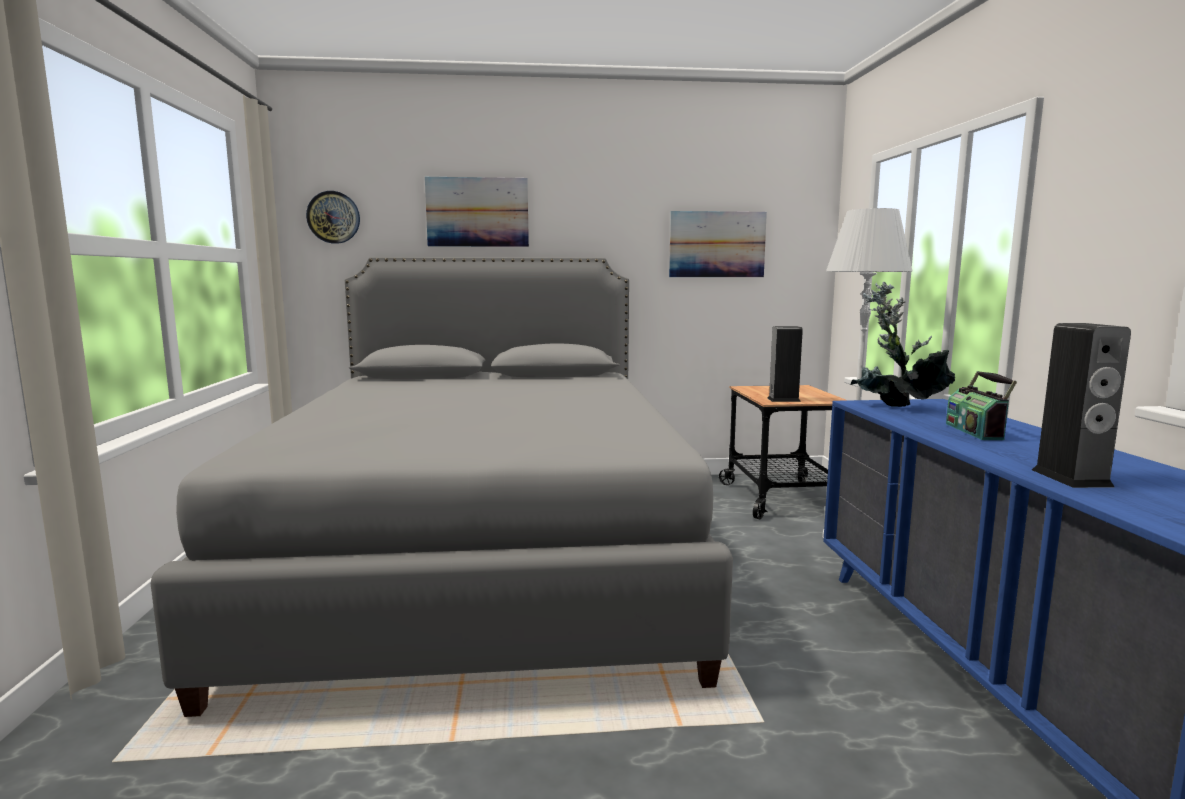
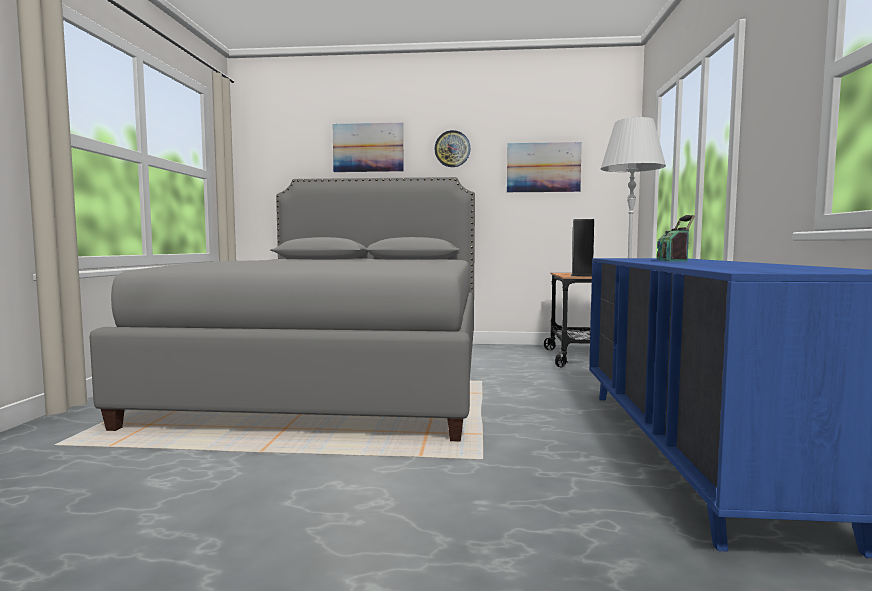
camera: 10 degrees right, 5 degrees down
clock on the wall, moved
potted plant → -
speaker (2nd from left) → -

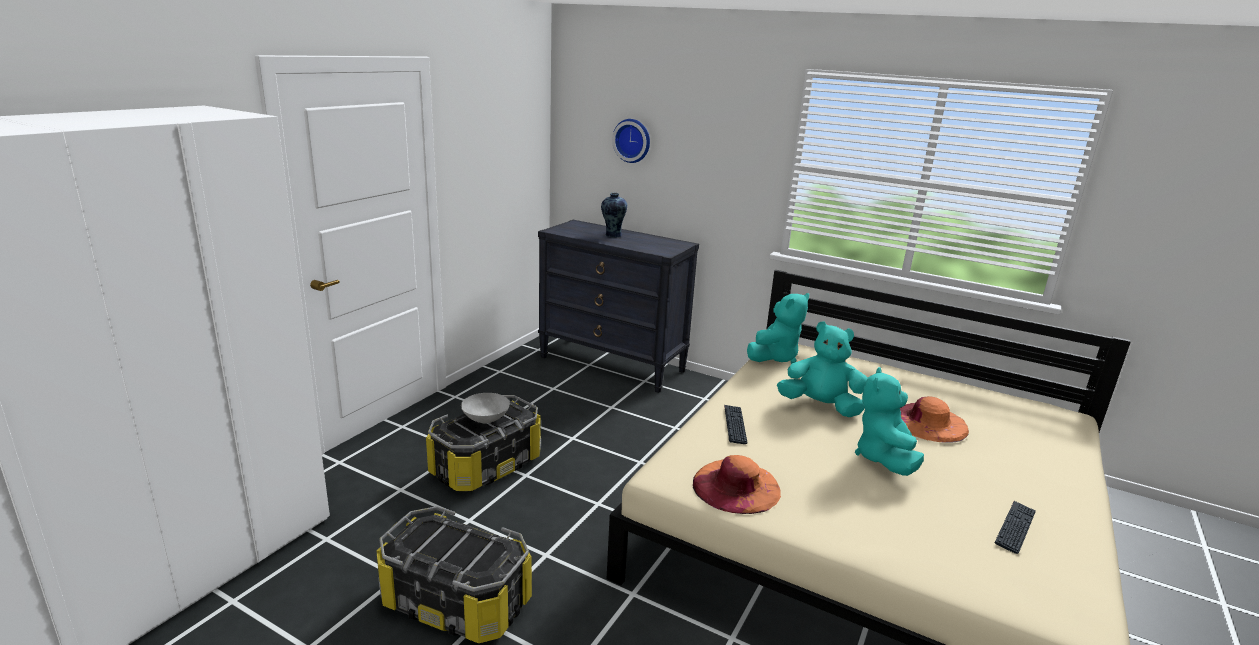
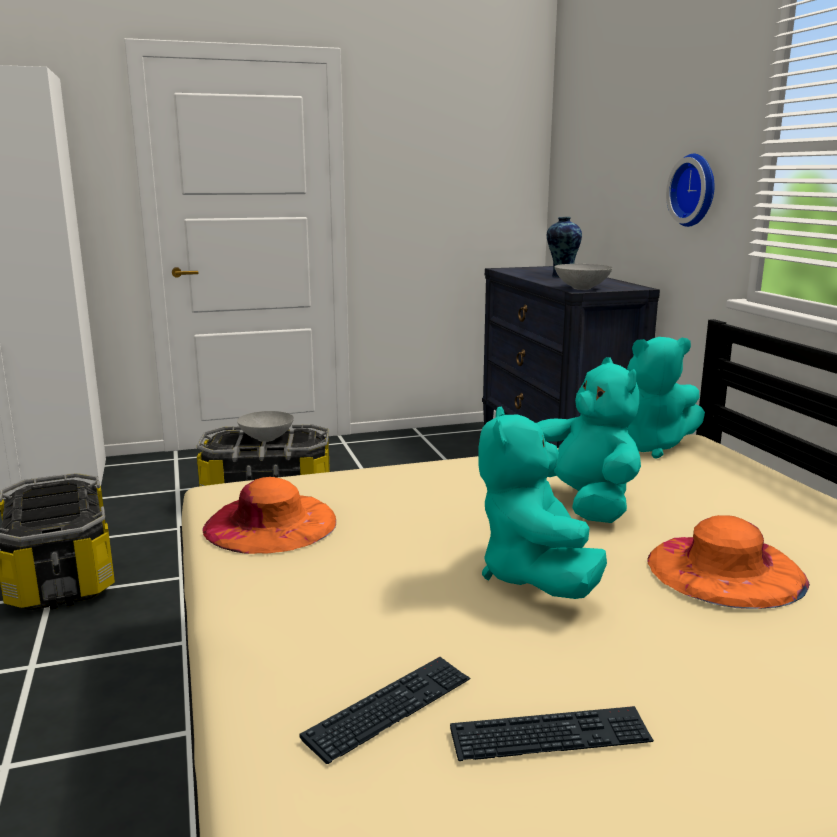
camera: 45 degrees right, 5 degrees down
computer keyboard (1st from left), moved
turquoise-coloured plush toy (3rd from left in the first image) → turquoise-coloured plush toy (1st from left), 60 degrees counterclockwise
- → gray serving bowl (2nd from left)
clock on the wall, moved

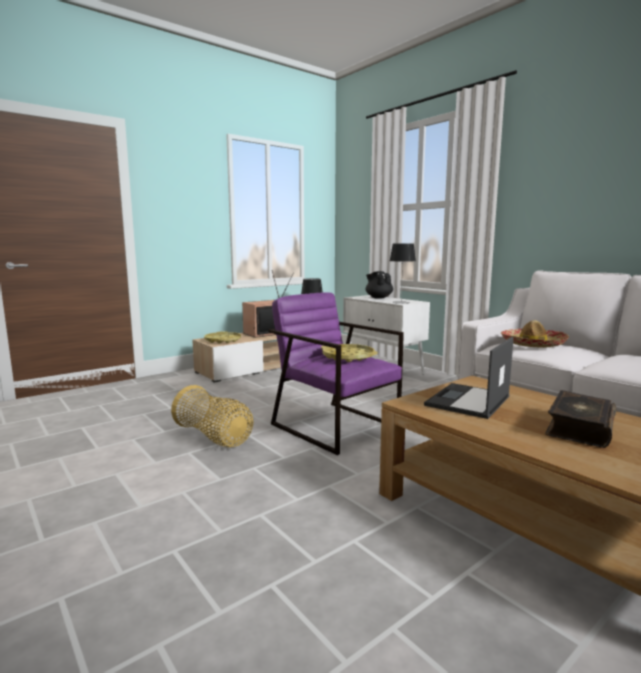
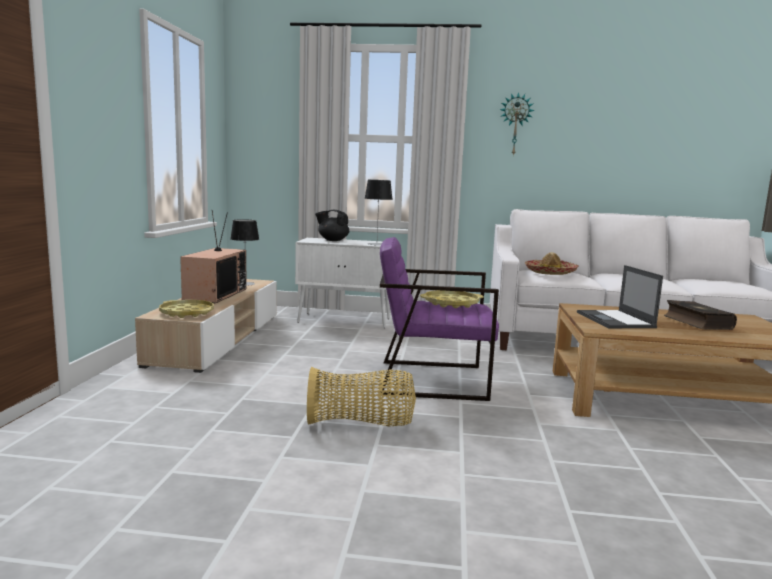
camera: 45 degrees left, 0 degrees up
- → clock on the wall

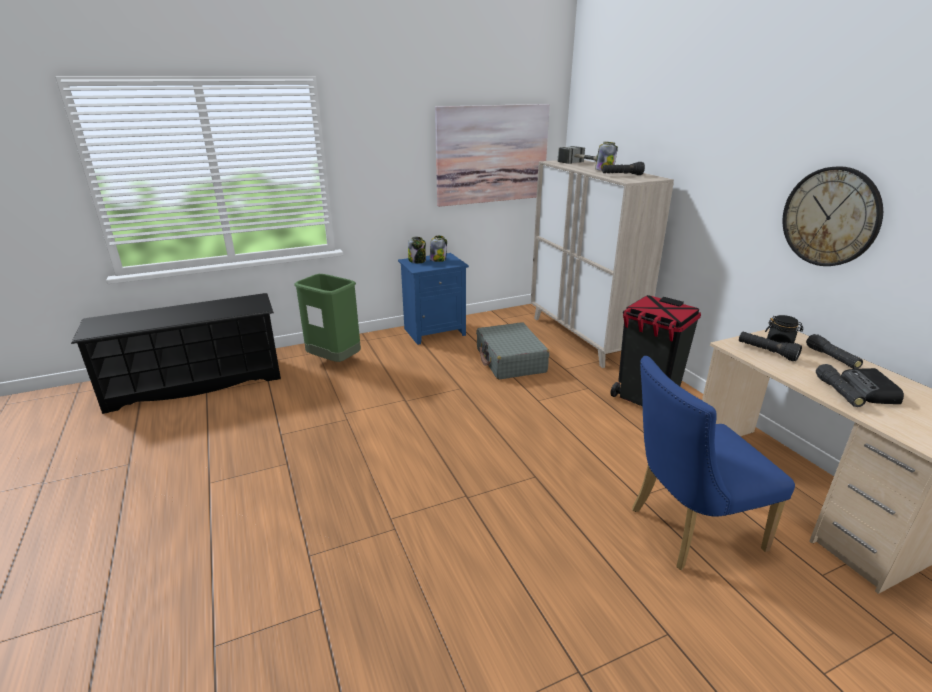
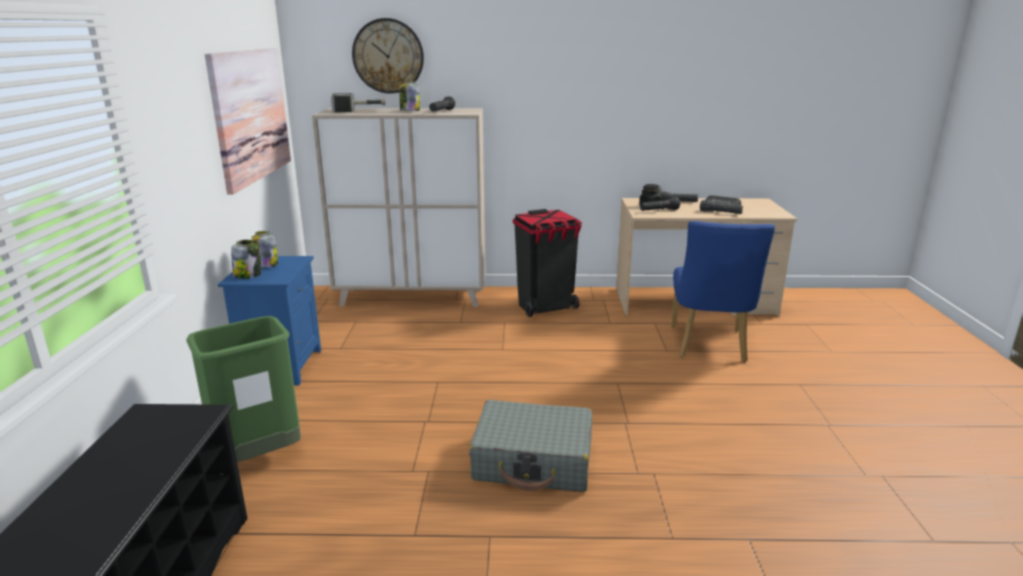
camera: 65 degrees left, 5 degrees down
clock on the wall, moved
gray piece of luggage, moved

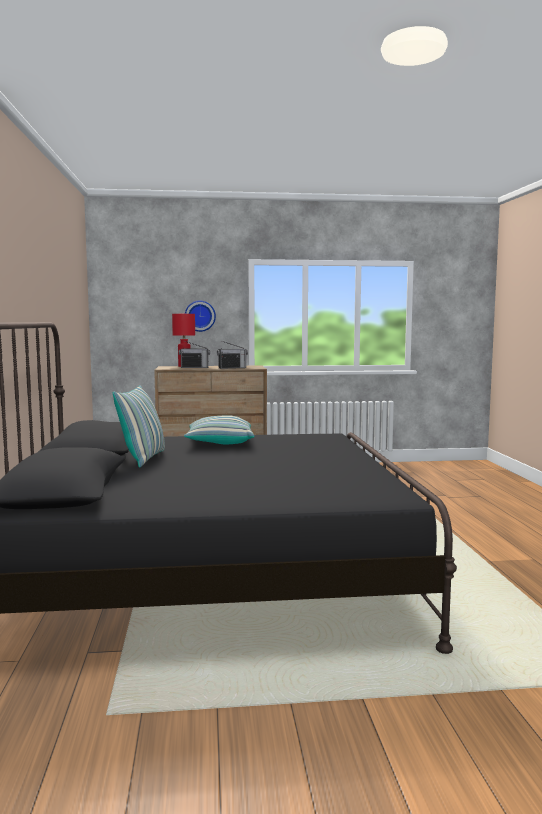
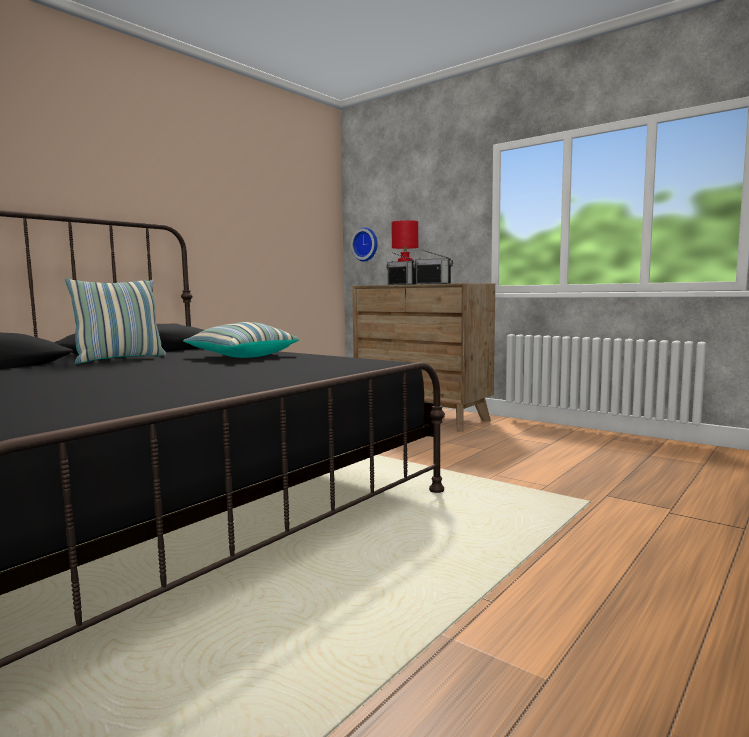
camera: 45 degrees right, 0 degrees up
clock on the wall, moved

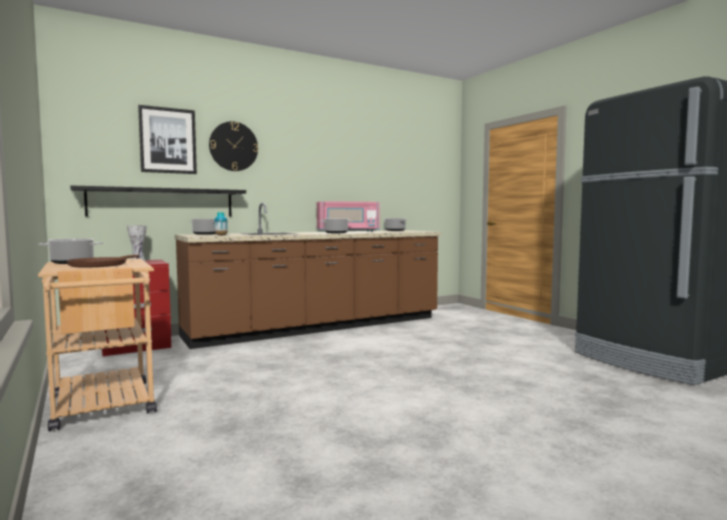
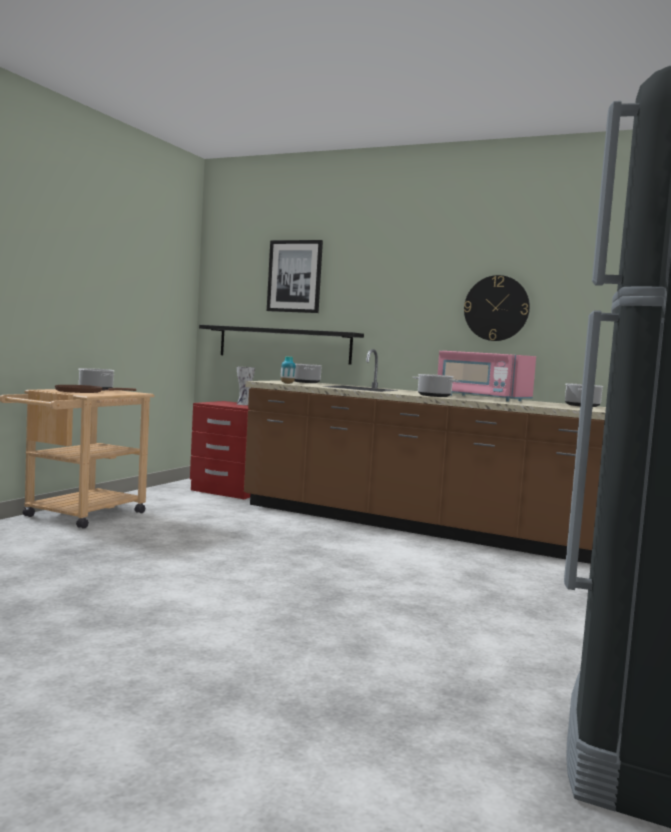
camera: 55 degrees right, 0 degrees up
clock on the wall, moved

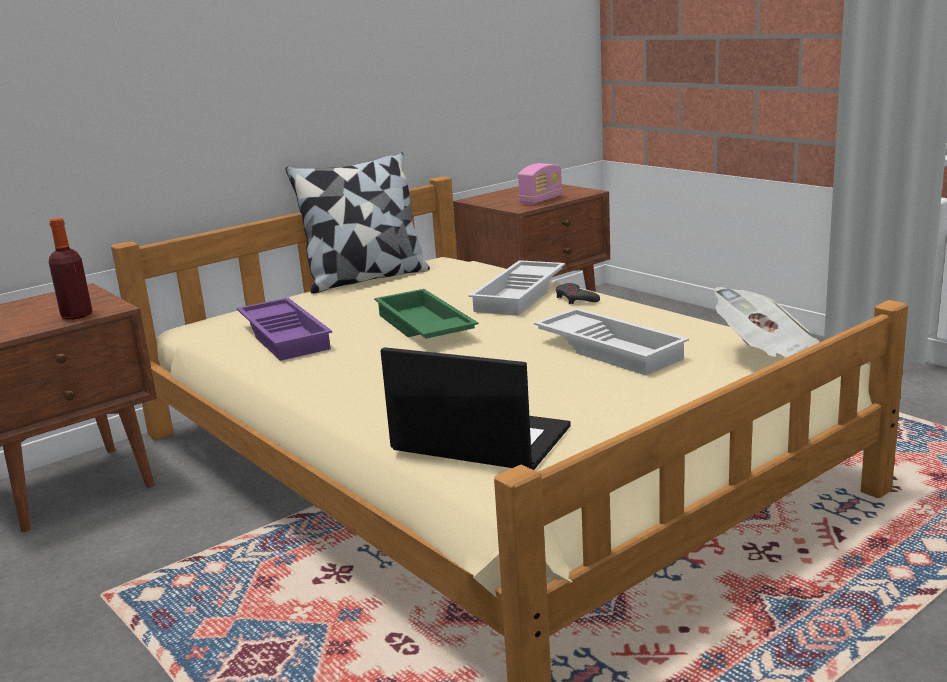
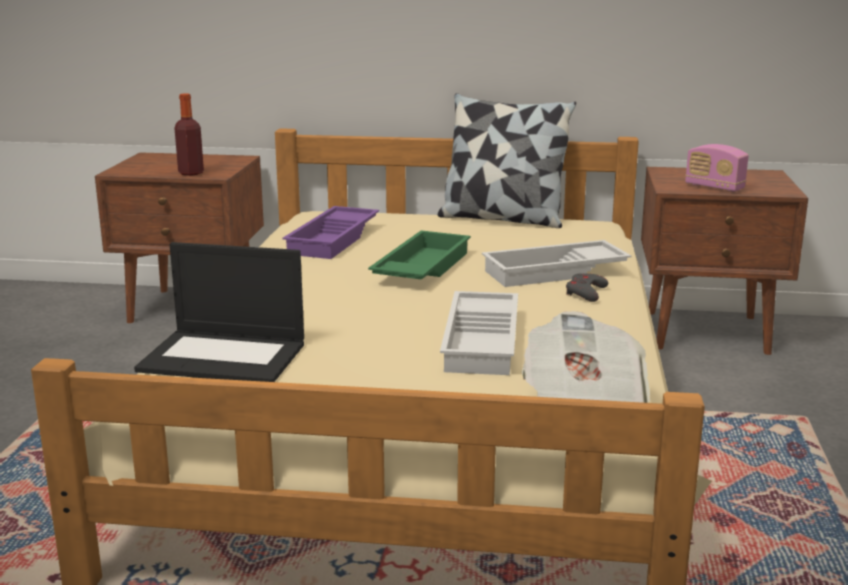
camera: 45 degrees right, 0 degrees up
notebook computer, 120 degrees clockwise
radio, 45 degrees clockwise

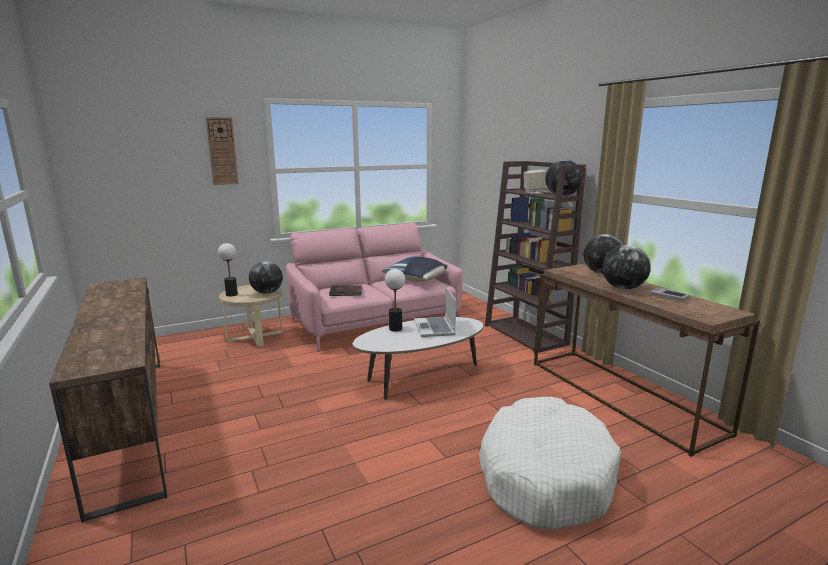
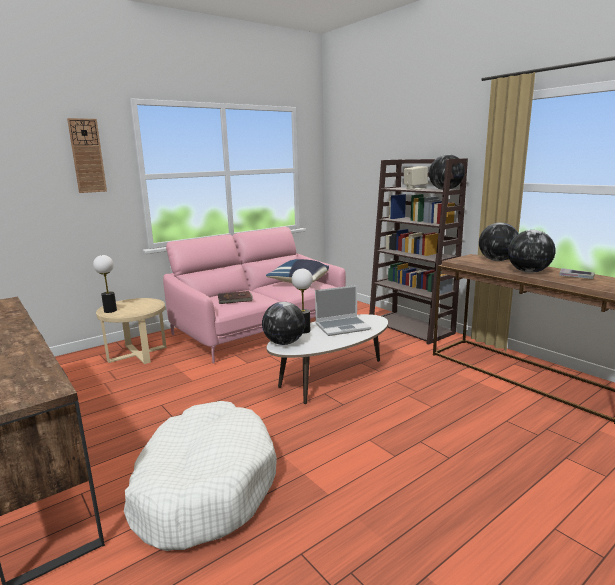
camera: 10 degrees left, 0 degrees up
white-coloured pet bed, moved
globe (1st from left), moved
notebook computer, 90 degrees counterclockwise

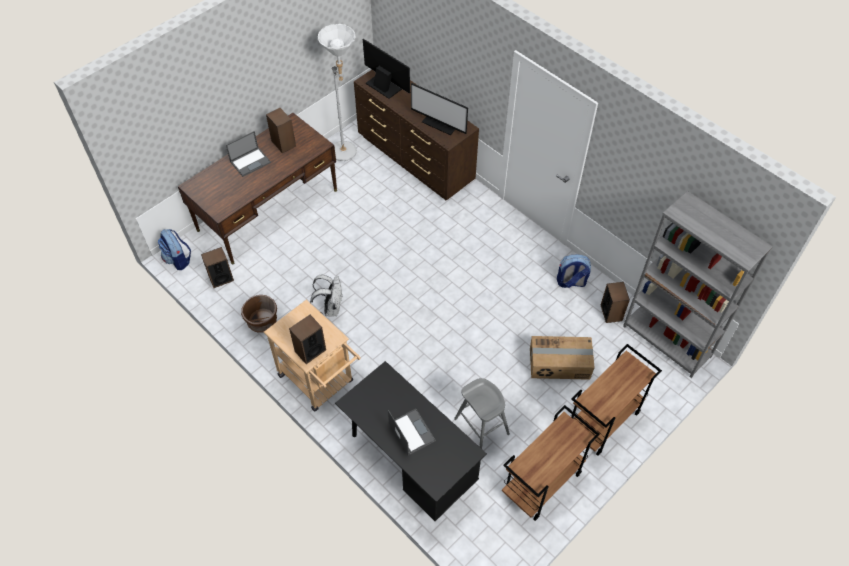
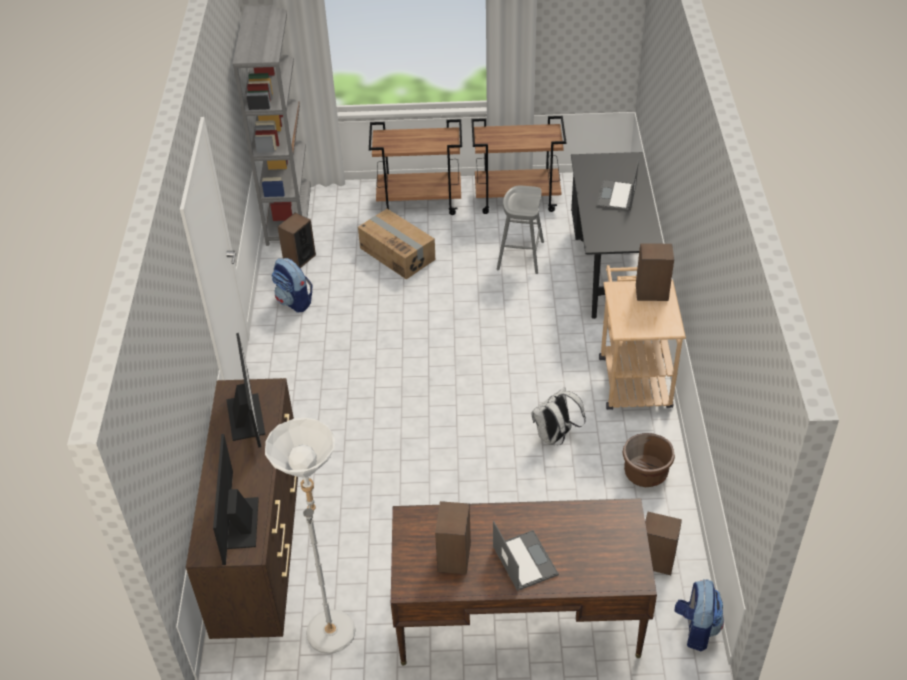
camera: 135 degrees left, 10 degrees down
notebook computer (1st from left), 60 degrees clockwise

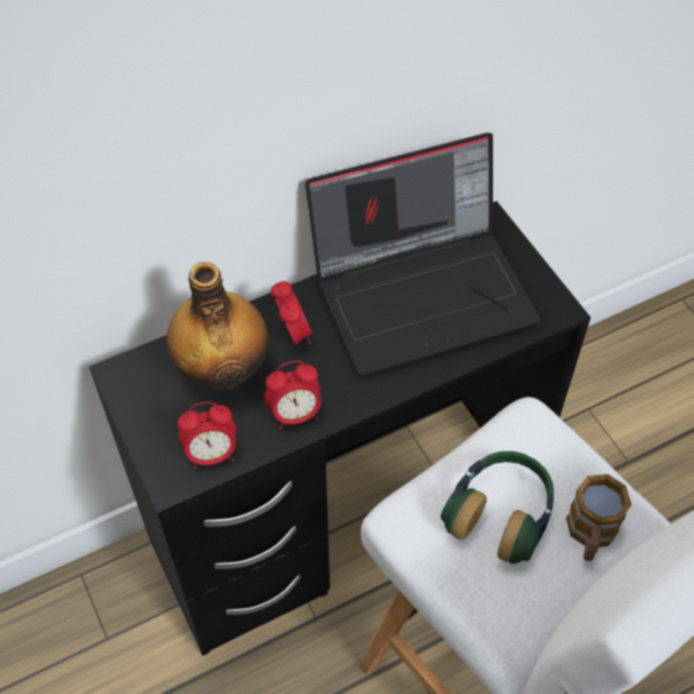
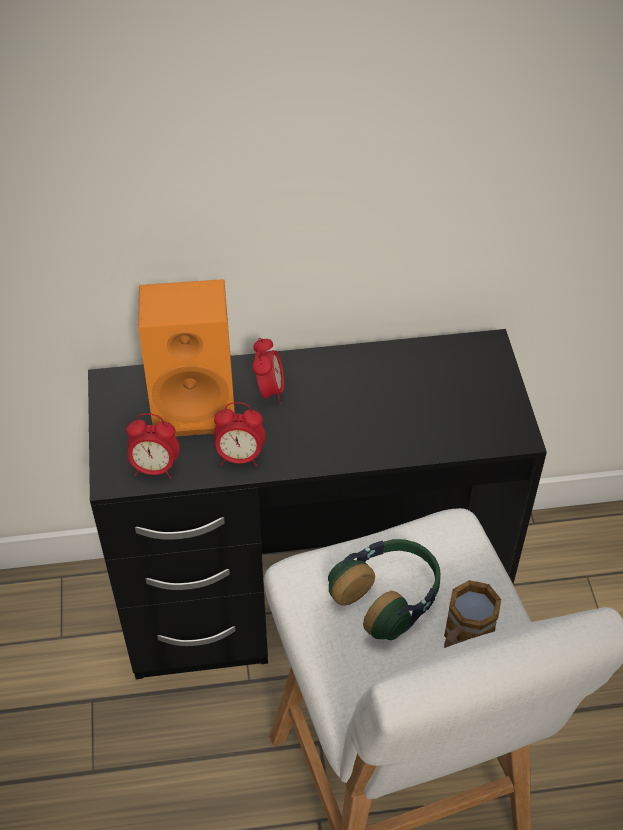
camera: 20 degrees right, 5 degrees down
beverage bottle → orangey speaker
notebook computer → -

